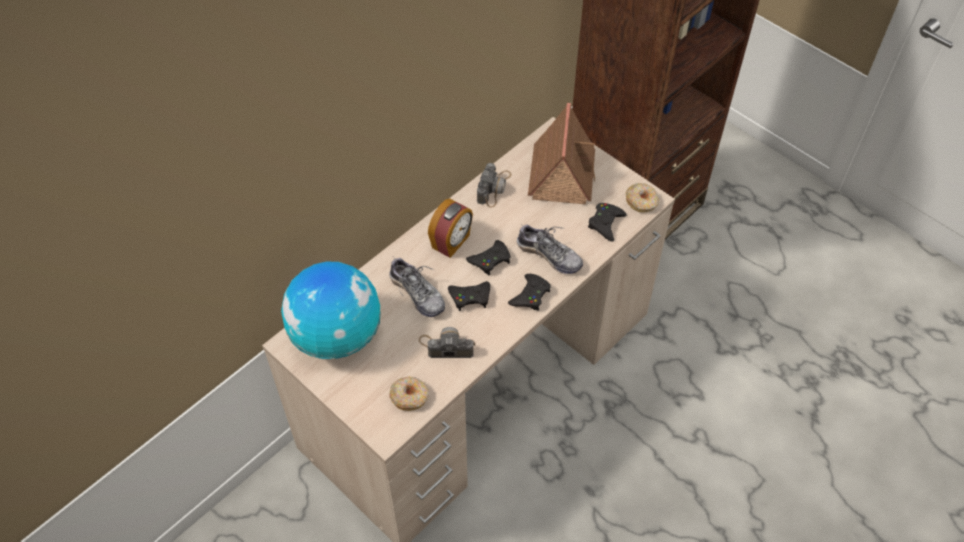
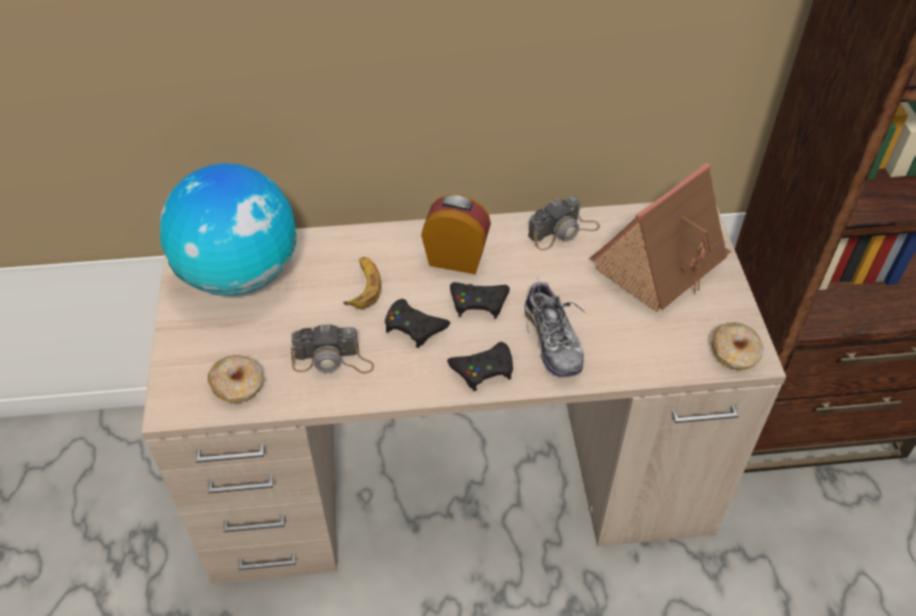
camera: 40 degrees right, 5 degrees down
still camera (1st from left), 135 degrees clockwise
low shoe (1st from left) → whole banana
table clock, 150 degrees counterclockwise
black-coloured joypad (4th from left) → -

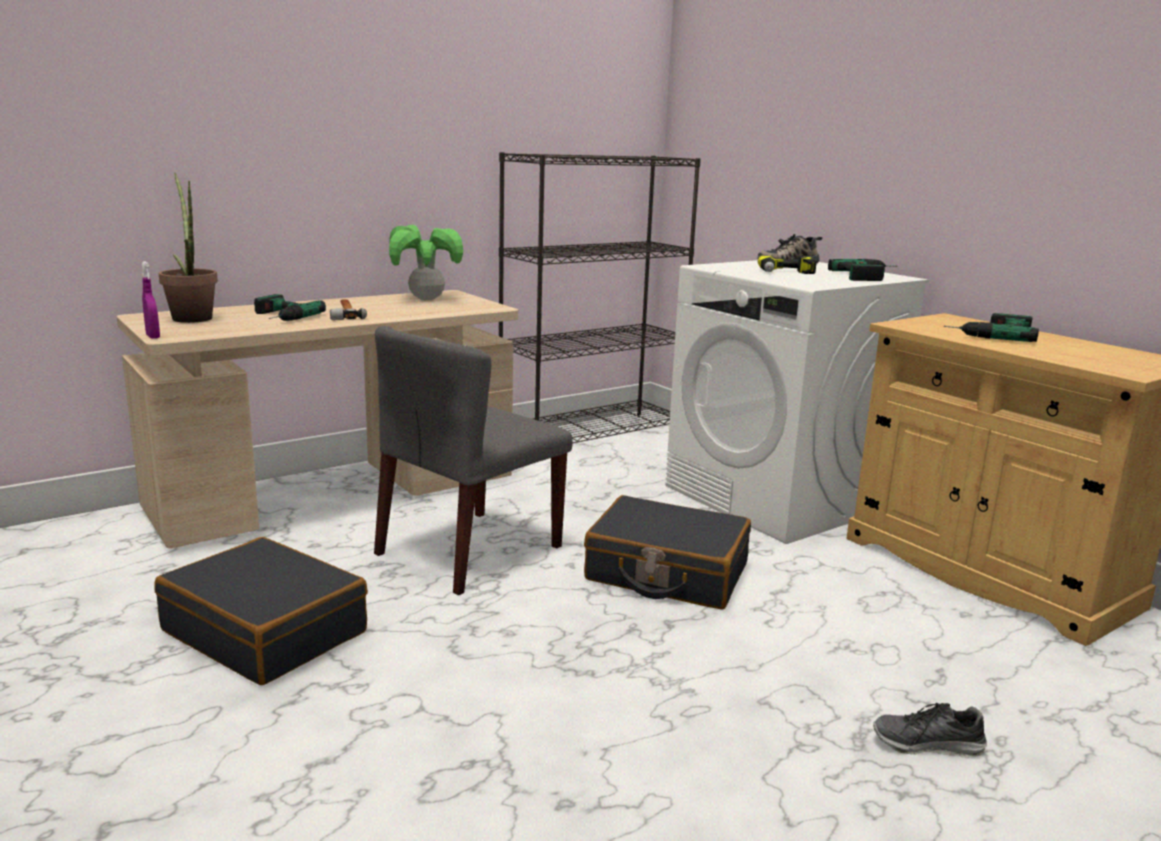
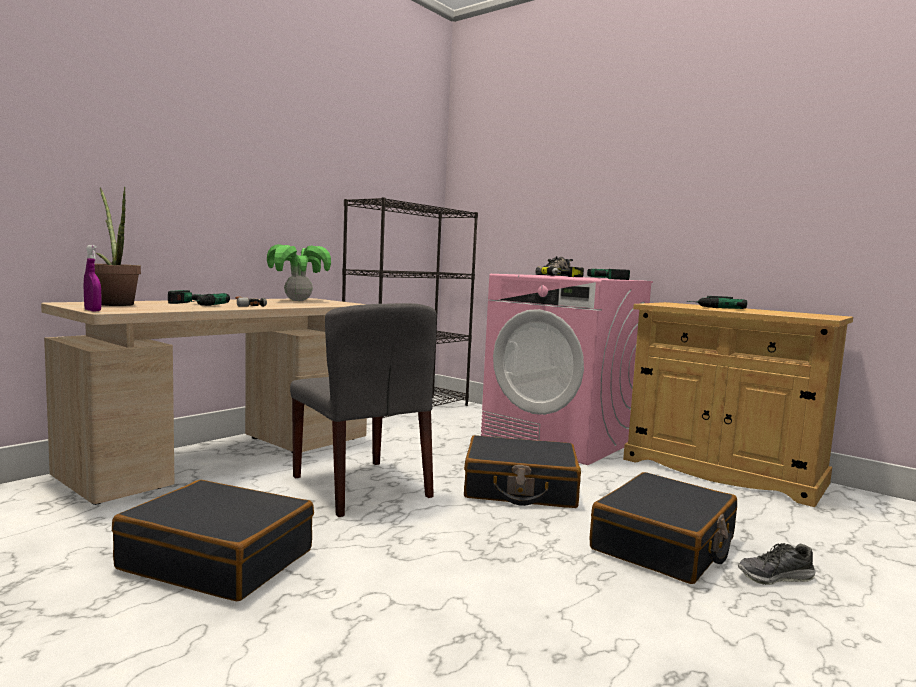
camera: 15 degrees left, 10 degrees down
gray upright chair, 60 degrees counterclockwise
white-coloured laundry machine → pink-coloured laundry machine
- → black-coloured piece of luggage (3rd from left)

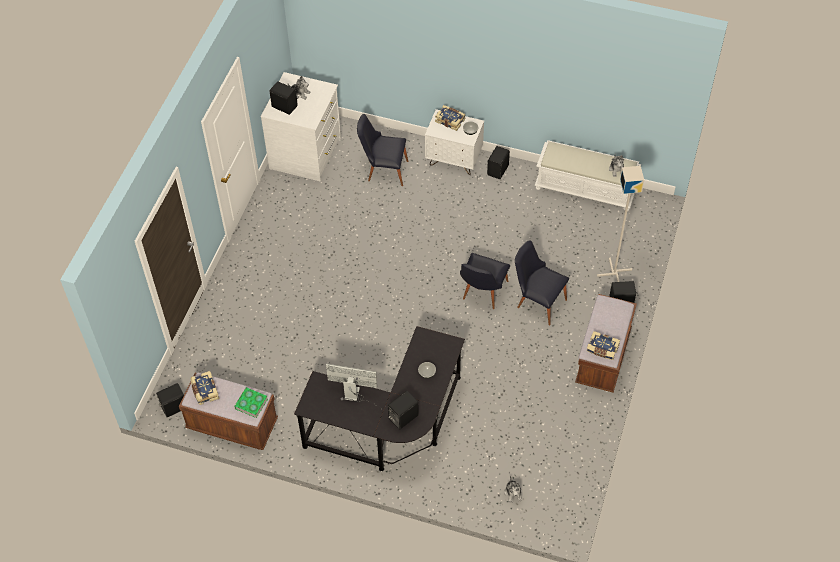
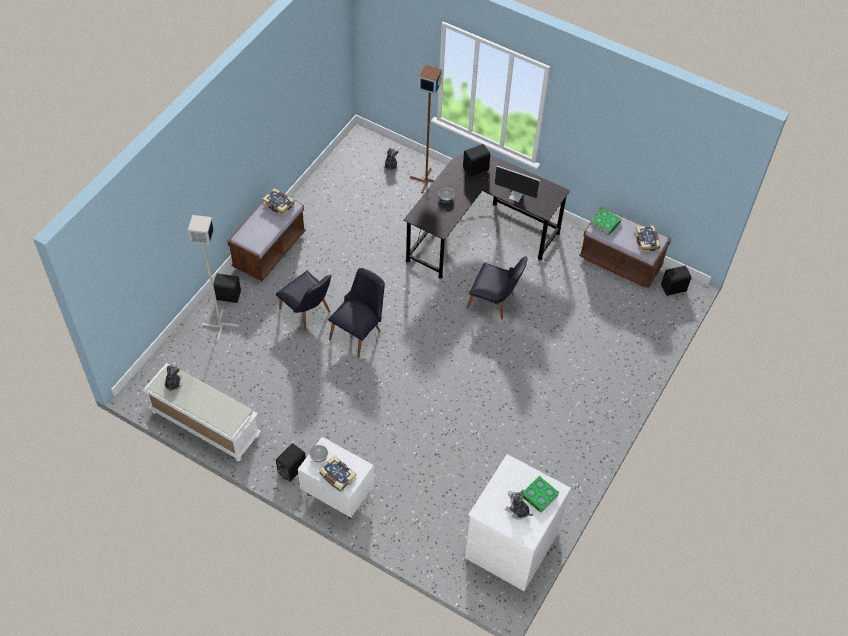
camera: 170 degrees left, 0 degrees up
- → brownish standing lamp
black-coloured upright chair (1st from left in the first image) → black-coloured upright chair (3rd from left), moved
black-coloured speaker (2nd from left) → volume (3rd from left)

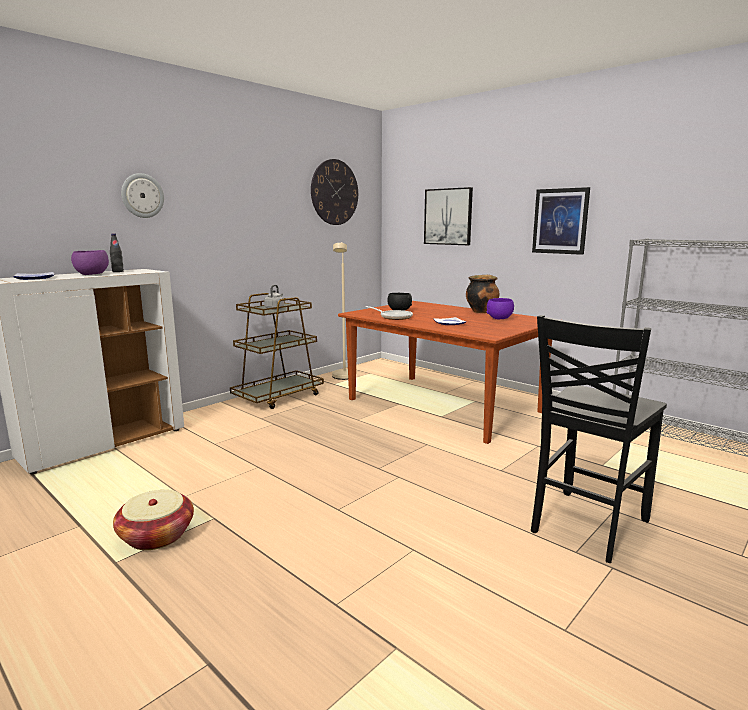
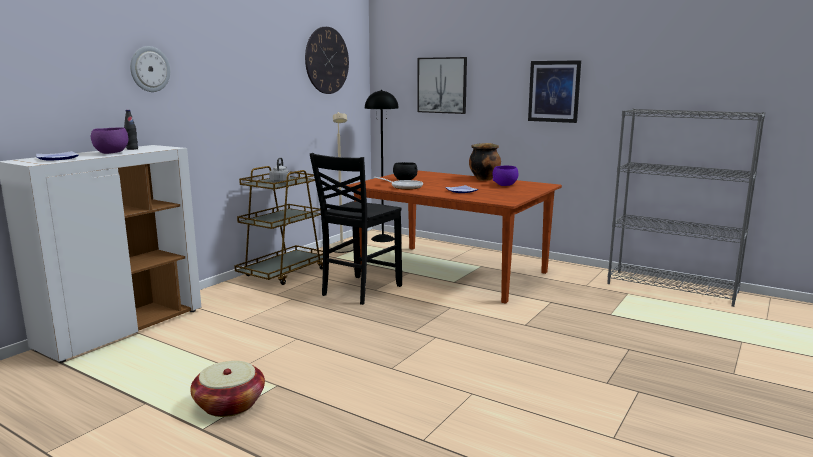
camera: 10 degrees left, 0 degrees up
black-coloured upright chair, moved
- → black-coloured standing lamp

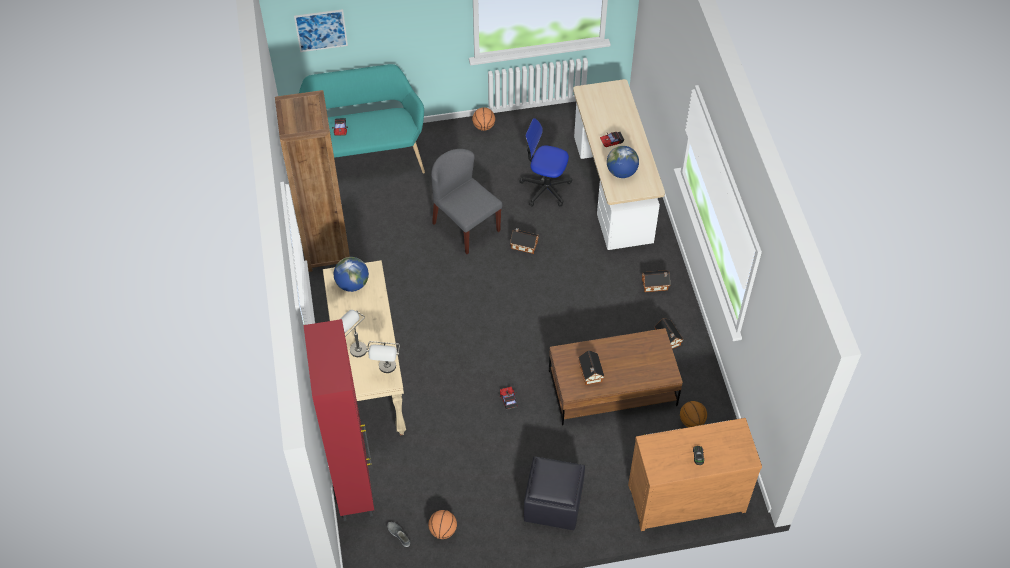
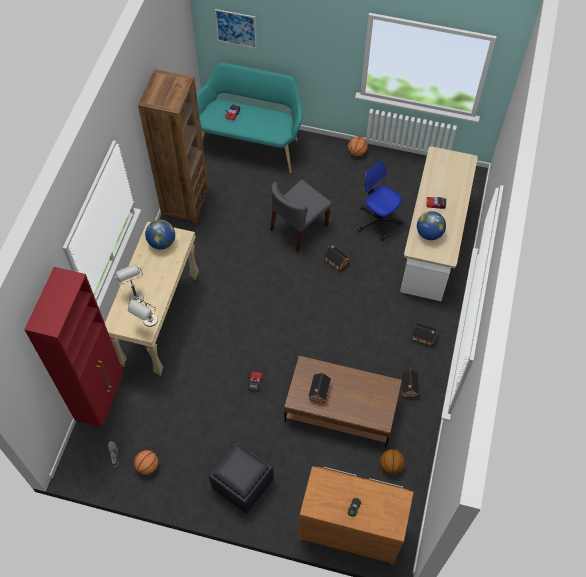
camera: 25 degrees right, 5 degrees up
gray upright chair, 120 degrees counterclockwise

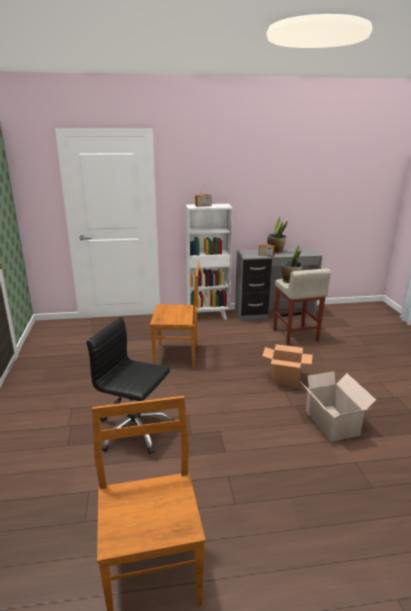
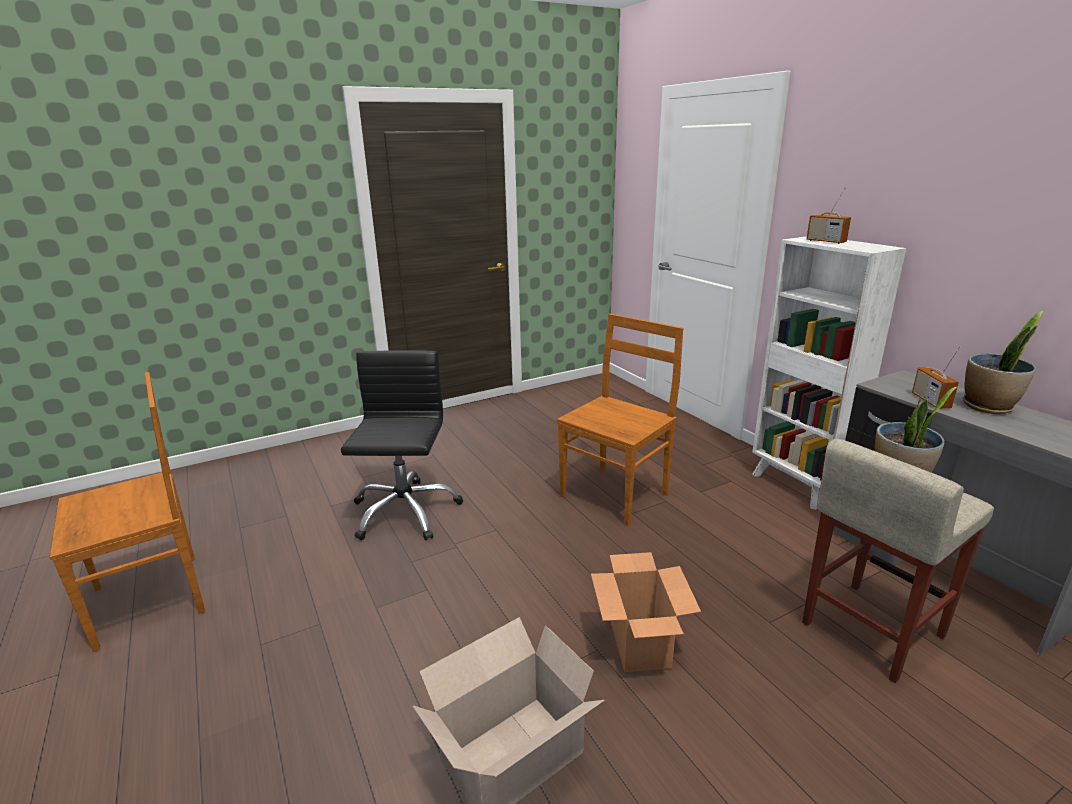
camera: 70 degrees right, 0 degrees up
brownish upright chair (2nd from left), 120 degrees counterclockwise

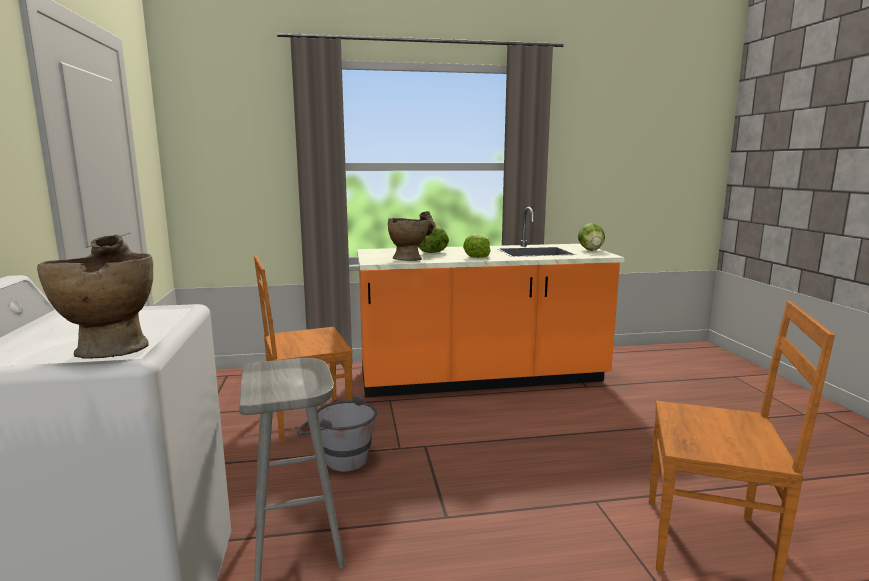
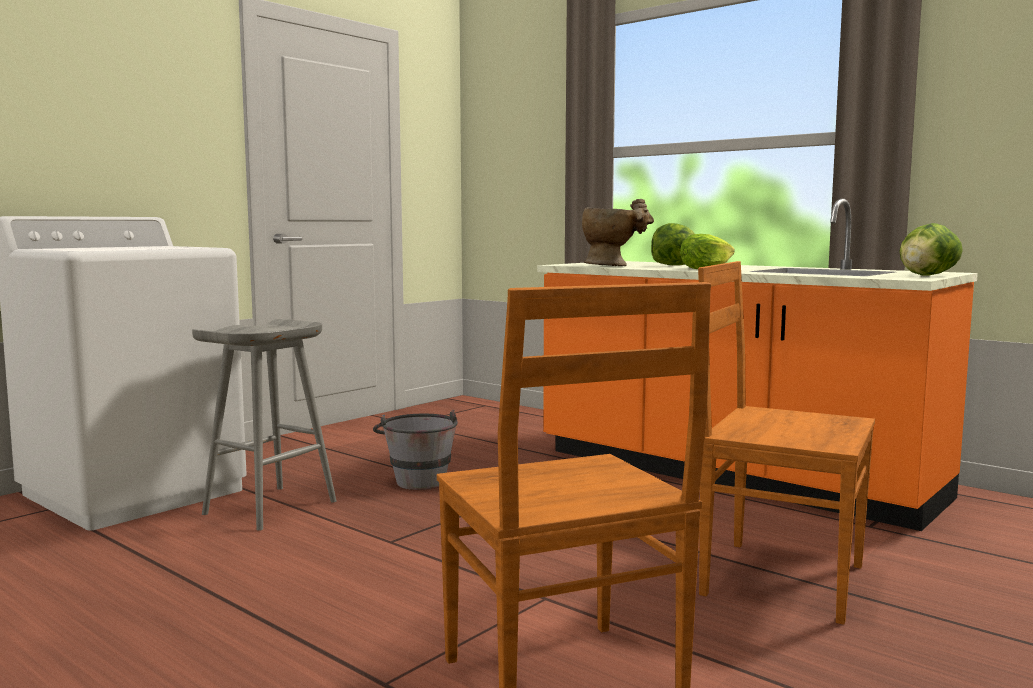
camera: 50 degrees right, 5 degrees down
brownish upright chair (1st from left in the first image) → brownish upright chair (2nd from left), moved
beige-coloured decorative vase (1st from left) → -

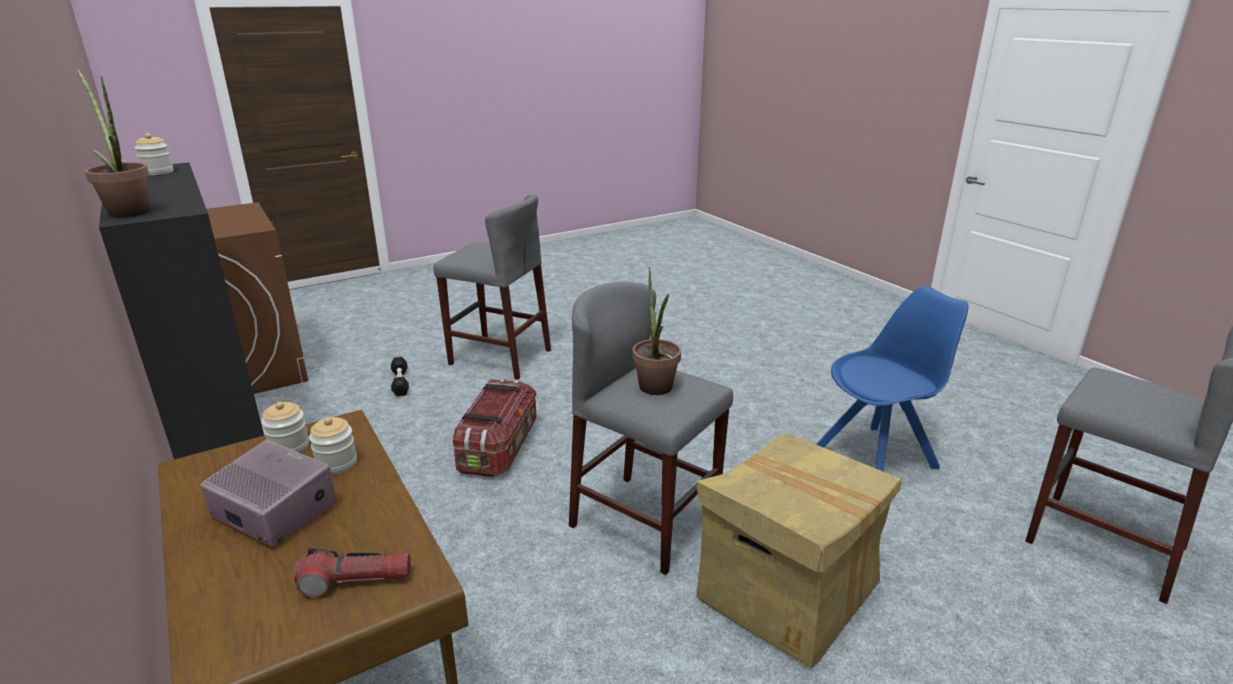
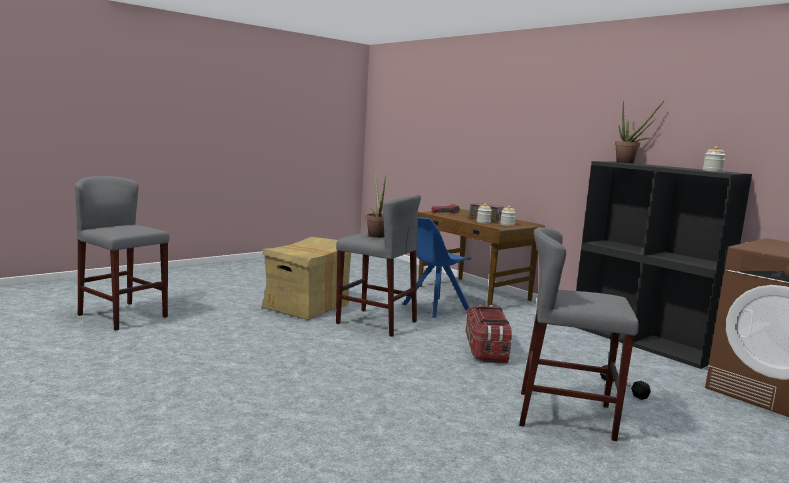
camera: 170 degrees right, 15 degrees down
blue-coloured upright chair, moved

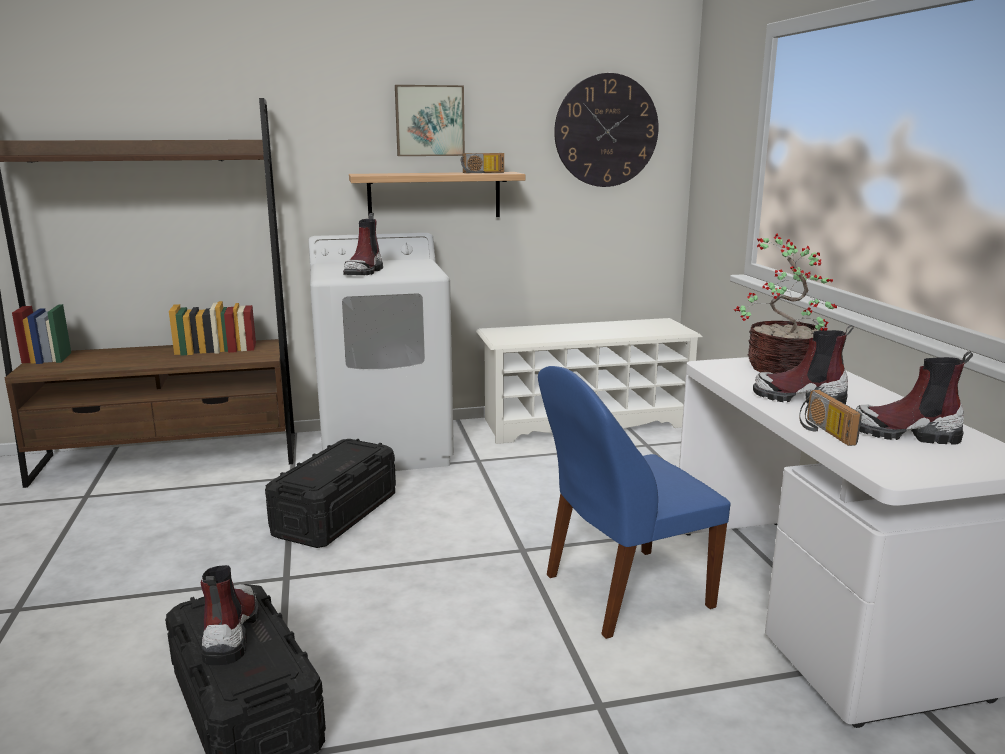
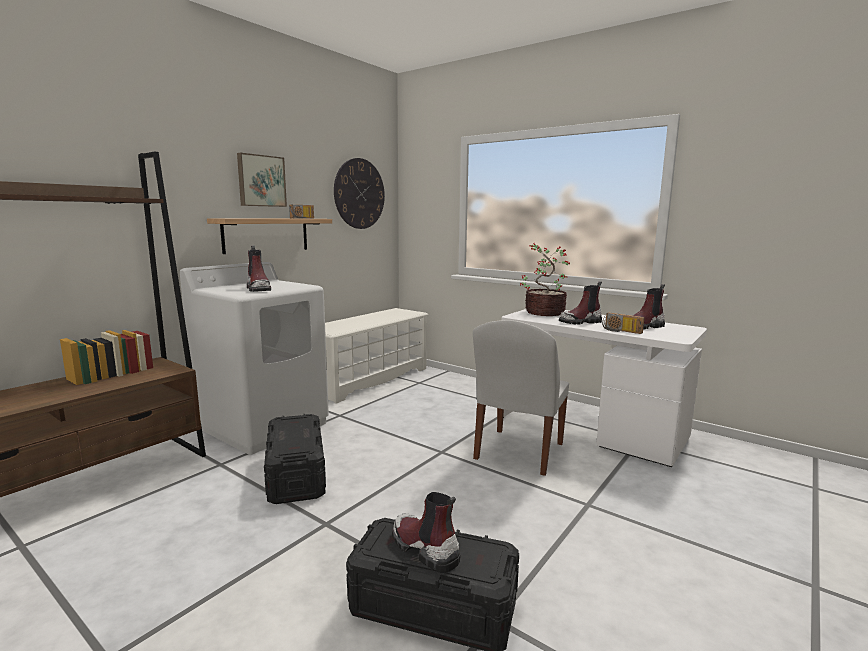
camera: 40 degrees left, 5 degrees down
blue-coloured upright chair → white-coloured upright chair

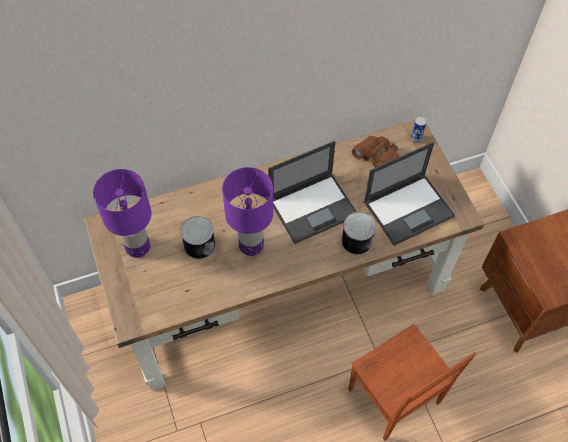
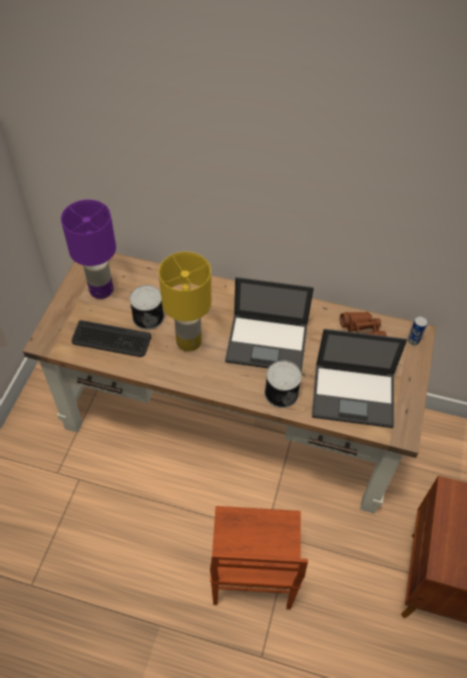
camera: 35 degrees right, 5 degrees down
- → computer keyboard
purple-coloured lamp for a table (2nd from left) → yellow lamp for a table

